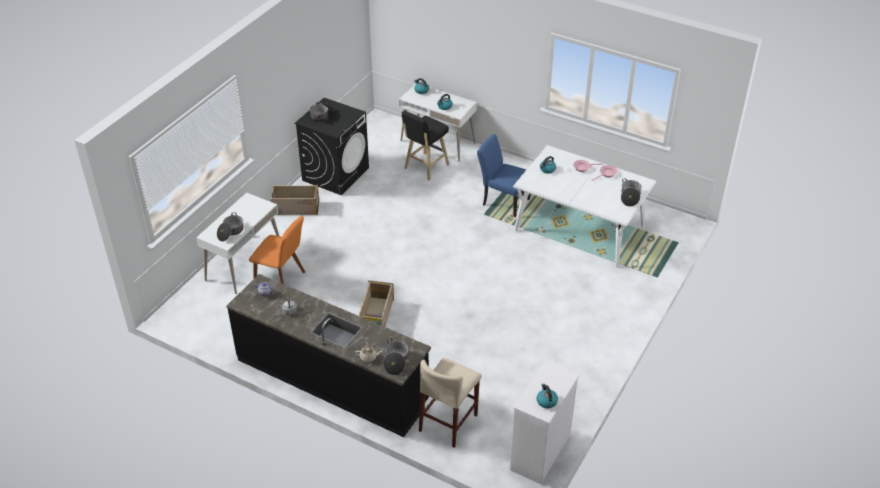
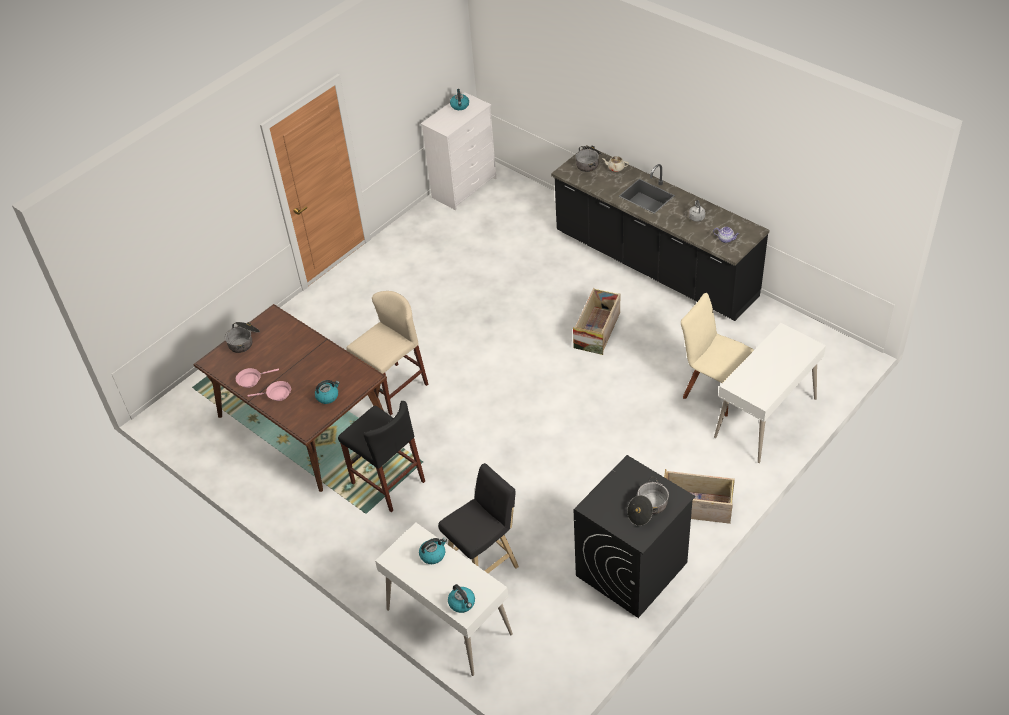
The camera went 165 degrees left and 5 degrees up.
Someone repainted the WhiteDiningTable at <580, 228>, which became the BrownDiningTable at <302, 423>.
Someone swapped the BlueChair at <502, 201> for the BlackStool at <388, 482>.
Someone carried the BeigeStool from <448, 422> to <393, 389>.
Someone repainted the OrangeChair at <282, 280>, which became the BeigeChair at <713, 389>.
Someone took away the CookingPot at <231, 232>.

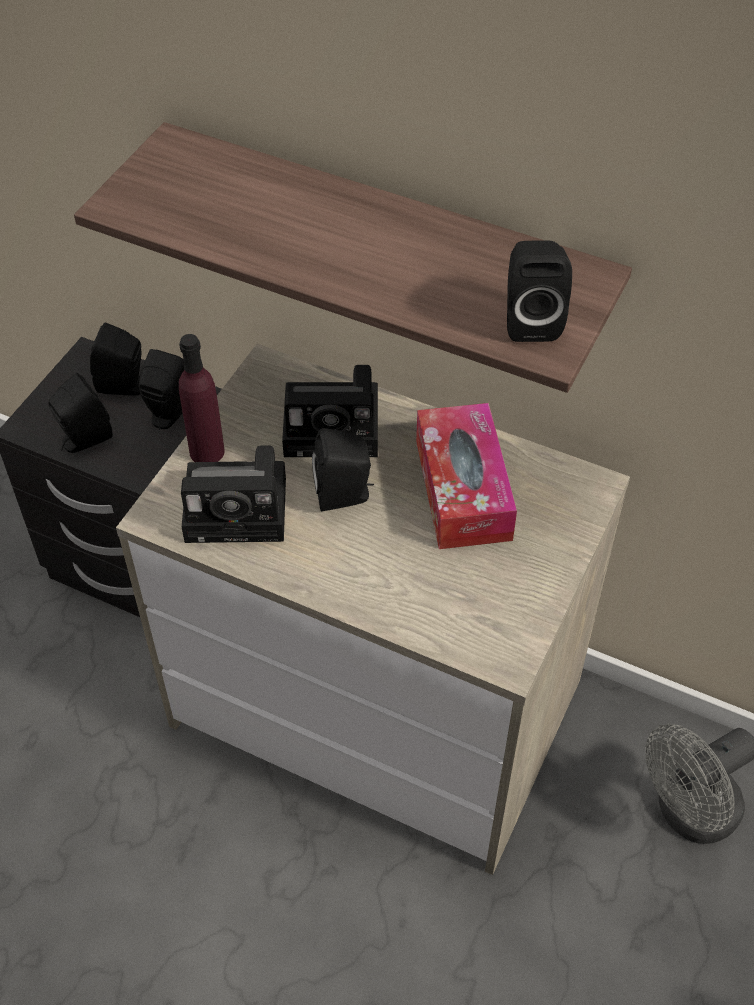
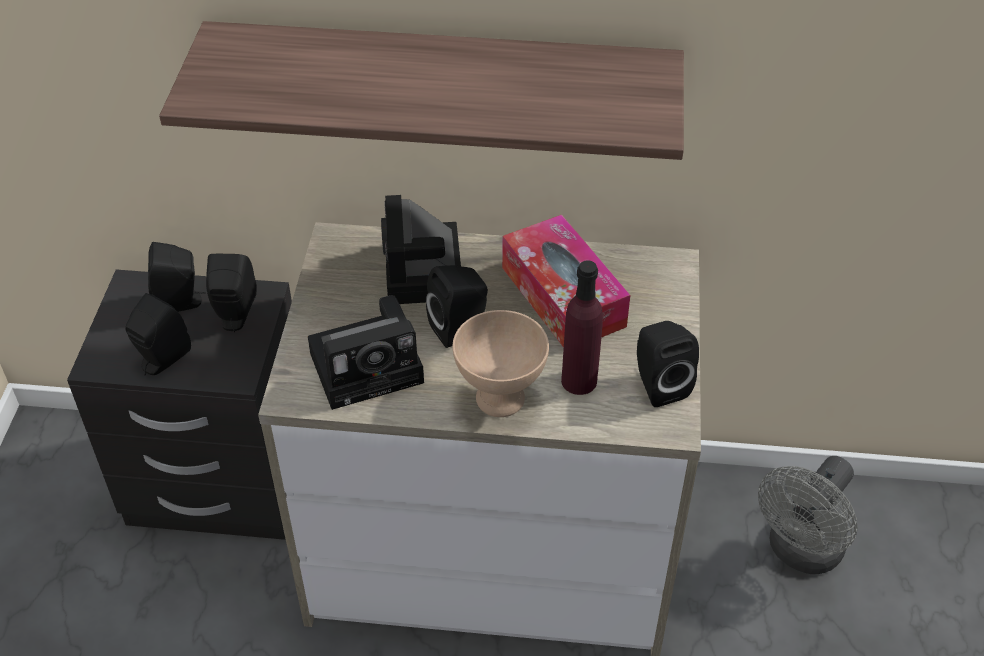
The camera went 20 degrees left and 5 degrees down.
Someone rotated the PhotoCamera at <336, 427> by 105 degrees clockwise.
Someone put down the BeigeBowl at <502, 398>.
Someone carried the PurpleBottle from <207, 451> to <579, 381>.
Someone carried the BlackSpeaker from <530, 320> to <658, 385>.

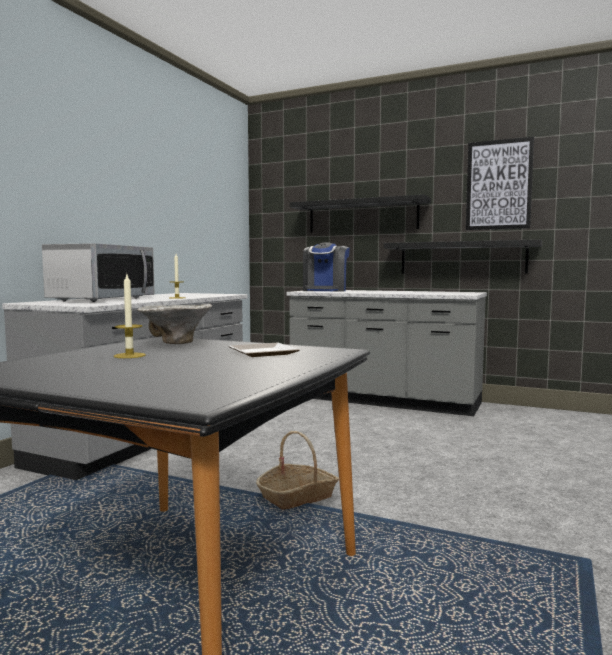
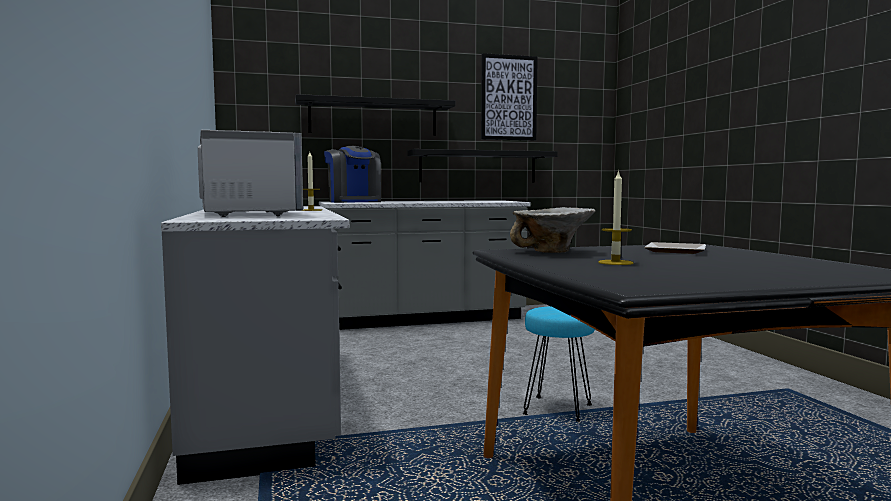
The camera went 40 degrees left and 0 degrees up.
Someone swapped the Basket at <297, 496> for the TurquoiseStool at <558, 409>.

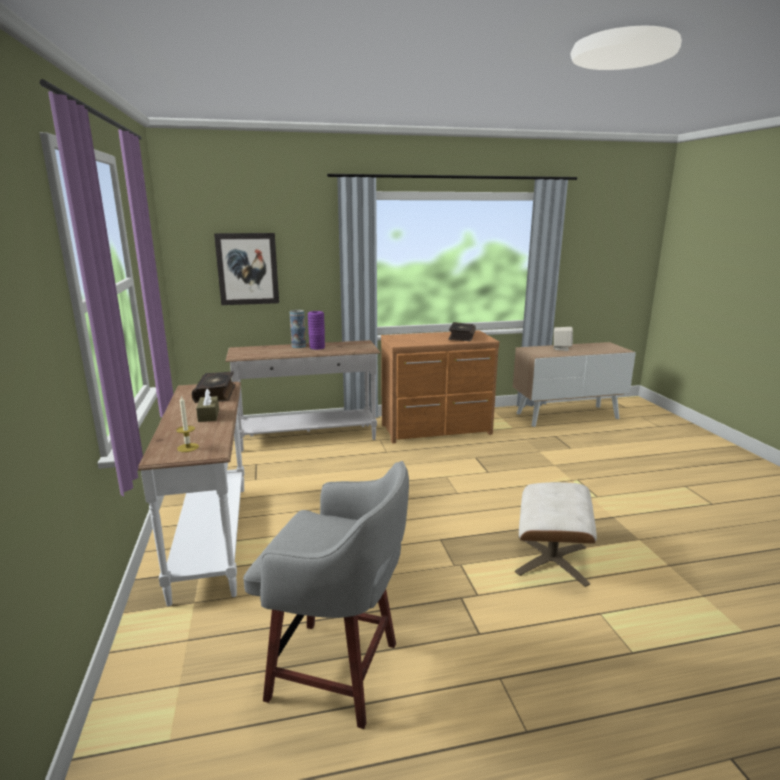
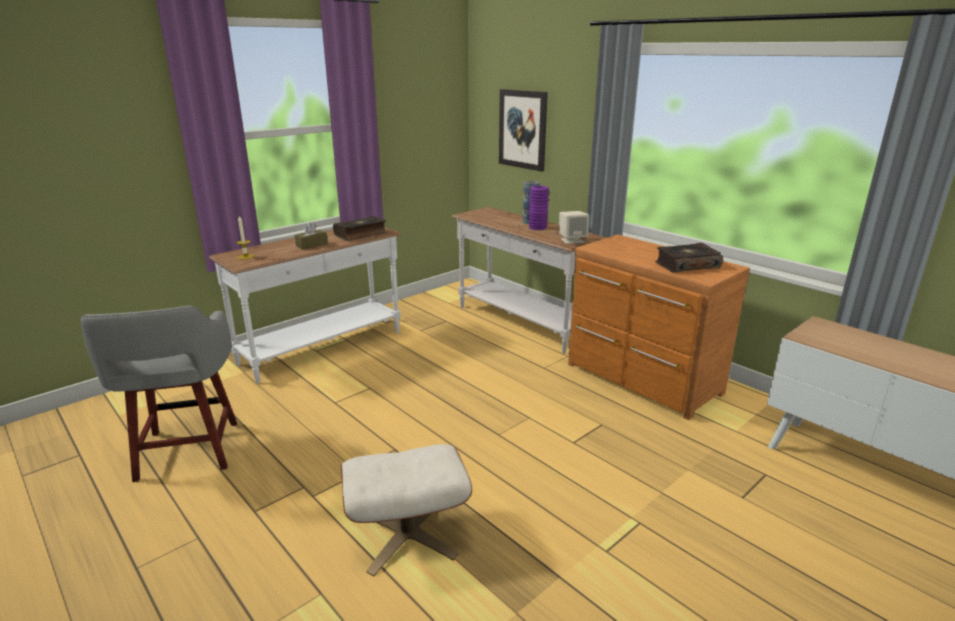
The camera went 60 degrees right and 5 degrees up.
Someone carried the BeigeSpeaker from <561, 348> to <572, 240>.

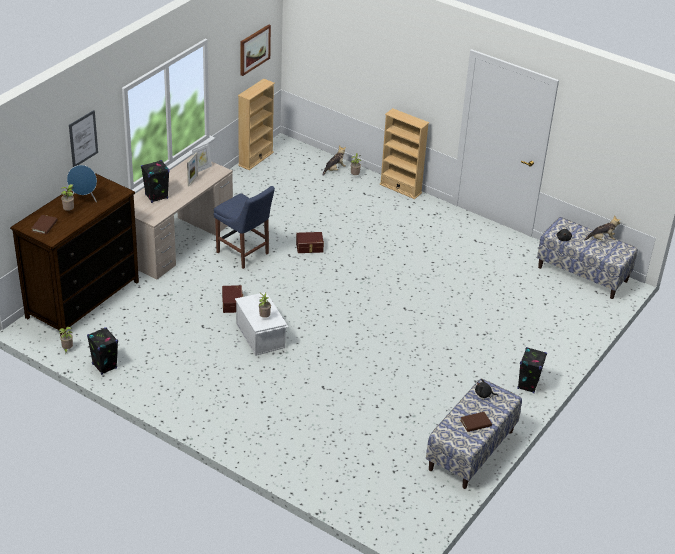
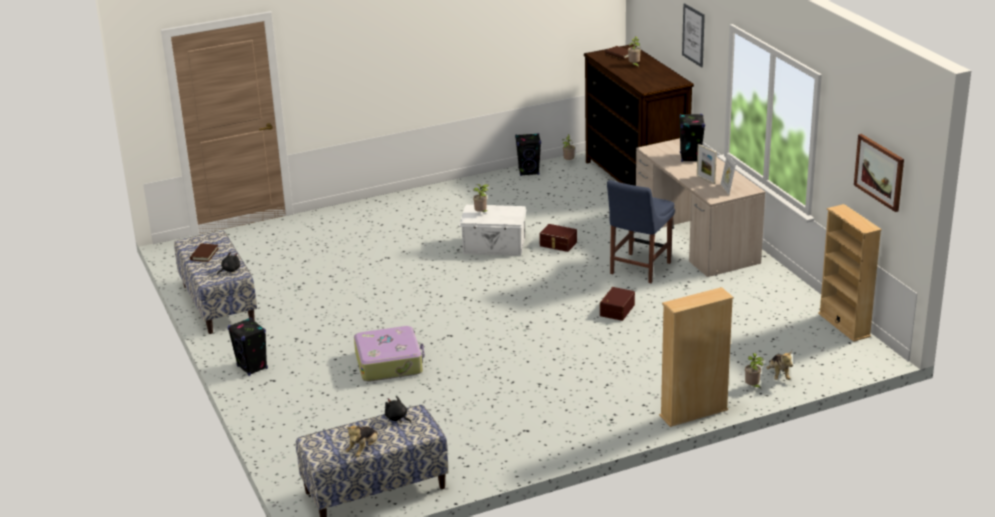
The camera went 125 degrees right and 10 degrees down.
Someone put down the Suitcase at <389, 362>.
Someone rotated the BlueChair at <244, 254> by 45 degrees counterclockwise.
Someone took away the BlueSpeaker at <84, 199>.

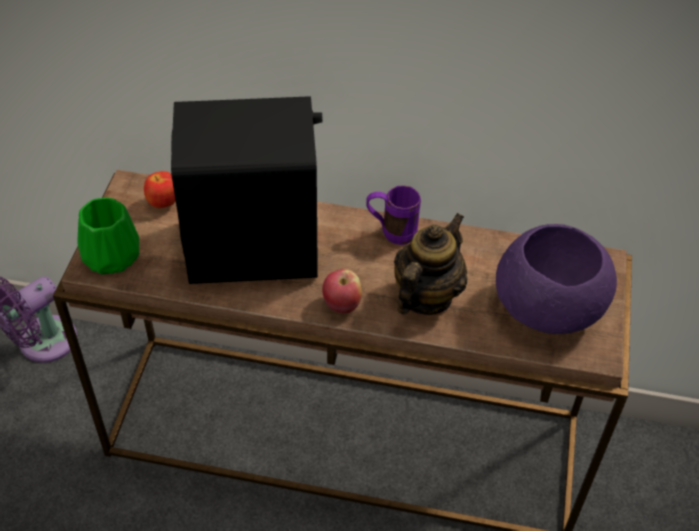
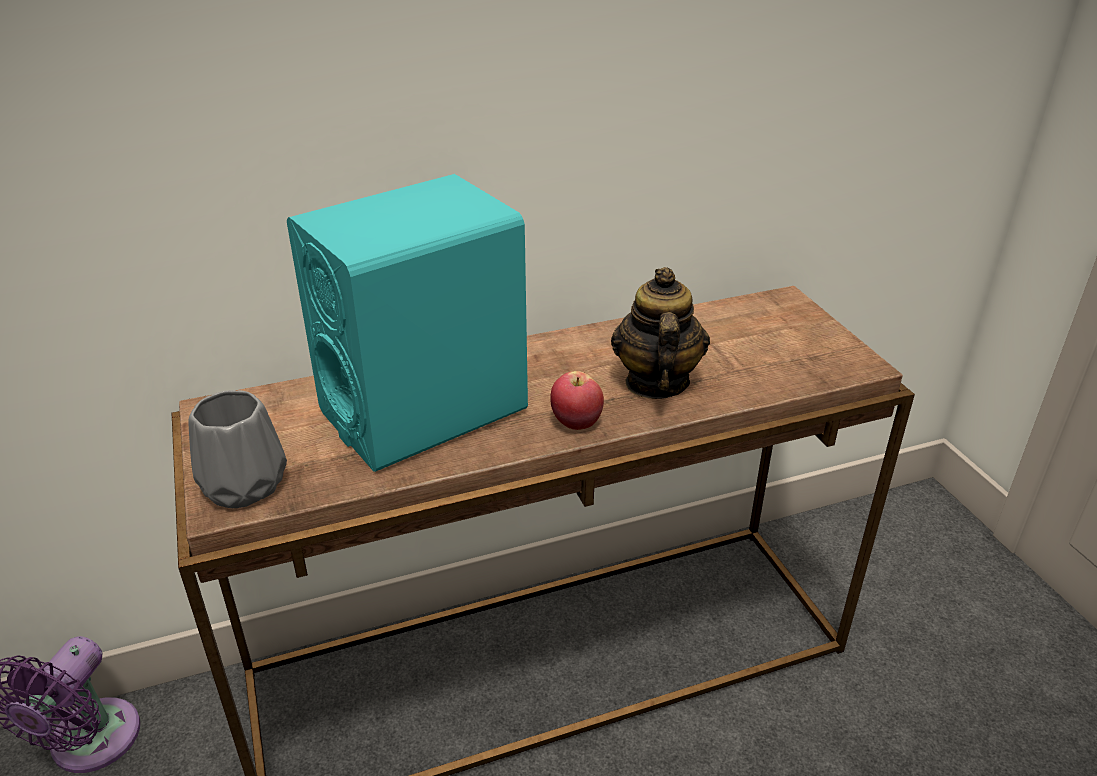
The camera went 30 degrees left and 15 degrees down.
Someone repainted the GreenVase at <112, 258>, which became the GreyVase at <245, 486>.
Someone repainted the BlackSpeaker at <254, 247>, which became the TurquoiseSpeaker at <424, 410>.
Someone took away the Apple at <163, 203>.
Someone took away the PurpleMug at <391, 232>.
Someone took away the PurpleBowl at <546, 308>.

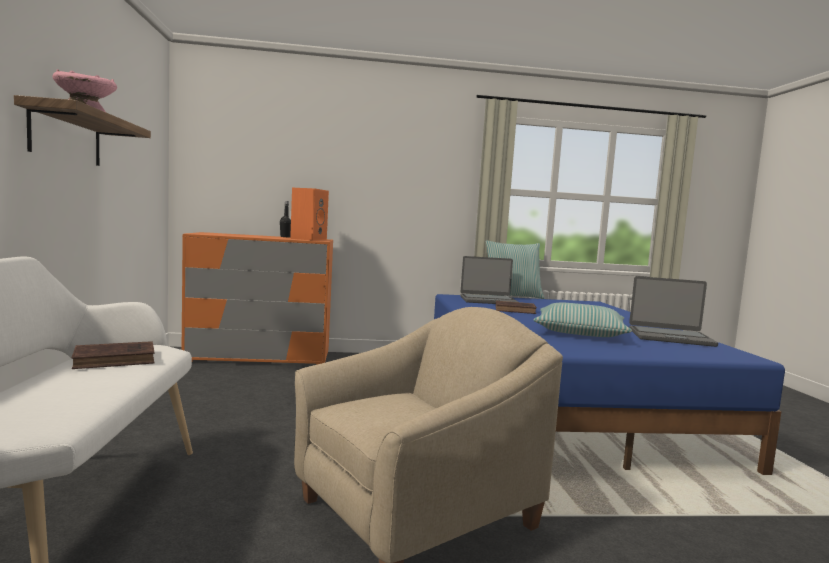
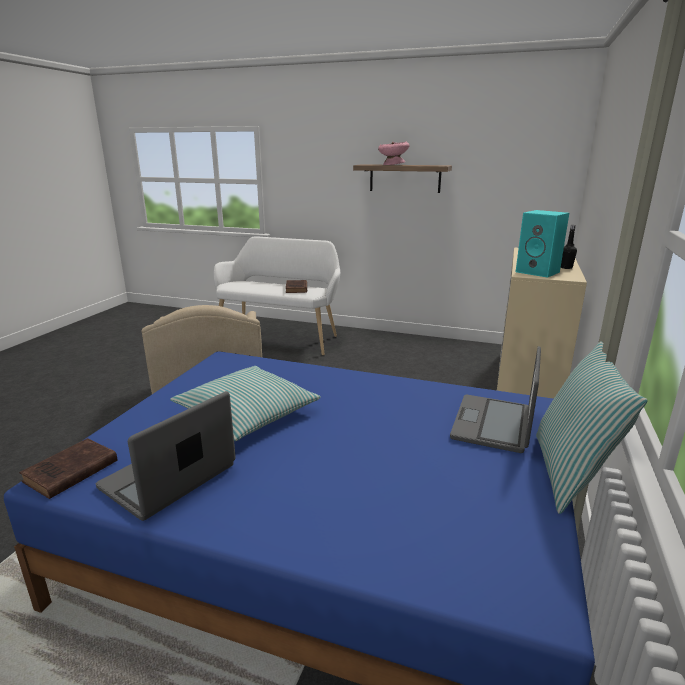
The camera went 115 degrees right and 15 degrees up.
Someone carried the BrownBook from <516, 310> to <69, 473>.
Someone repainted the OrangeDresser at <259, 357>, which became the BeigeDresser at <527, 382>.
Someone repainted the OrangeSpeaker at <308, 239>, which became the TurquoiseSpeaker at <538, 272>.

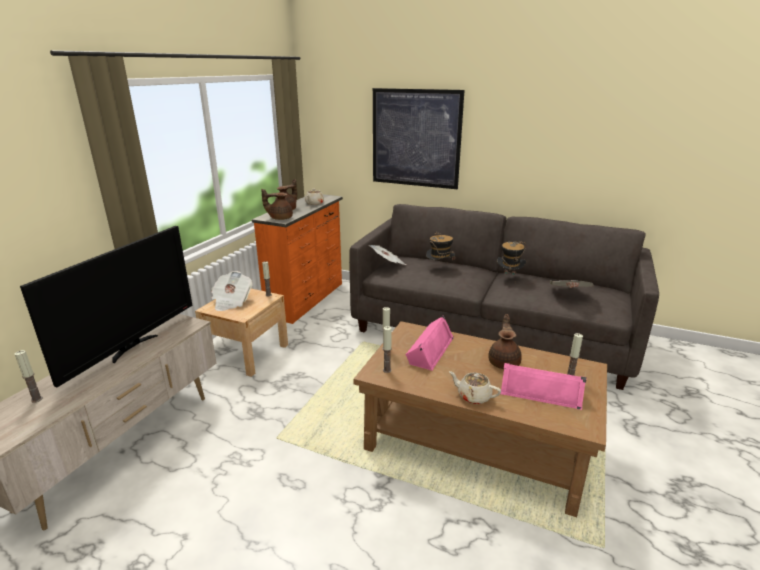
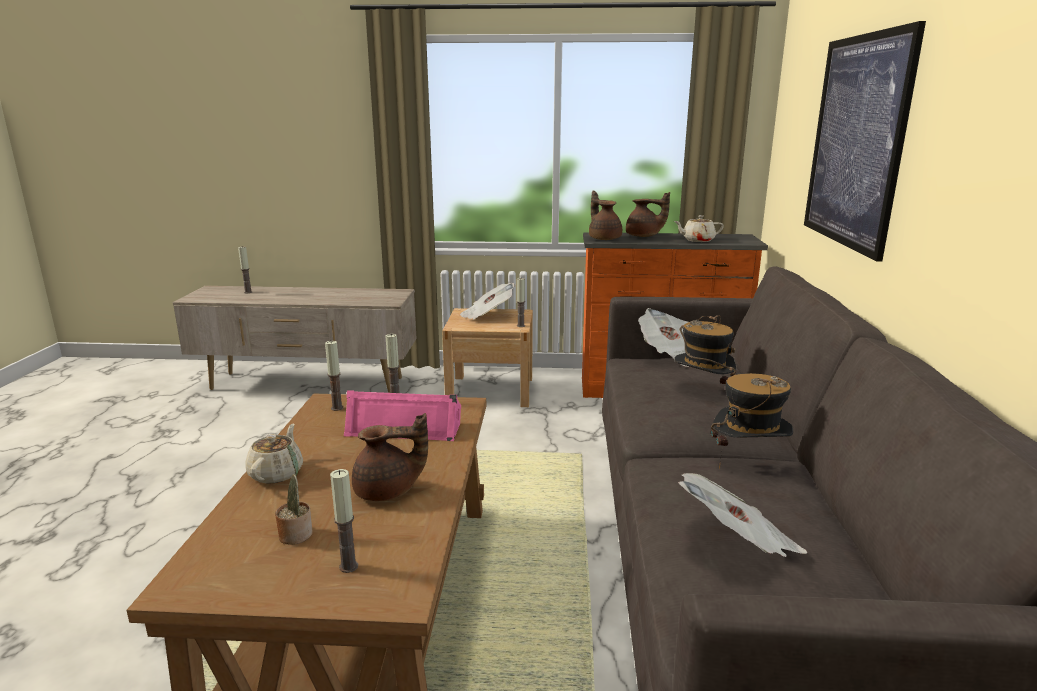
The camera went 70 degrees right and 5 degrees down.
Someone swapped the PinkSpeaker at <540, 391> for the PottedPlant at <296, 533>.
Someone took away the Television at <132, 347>.

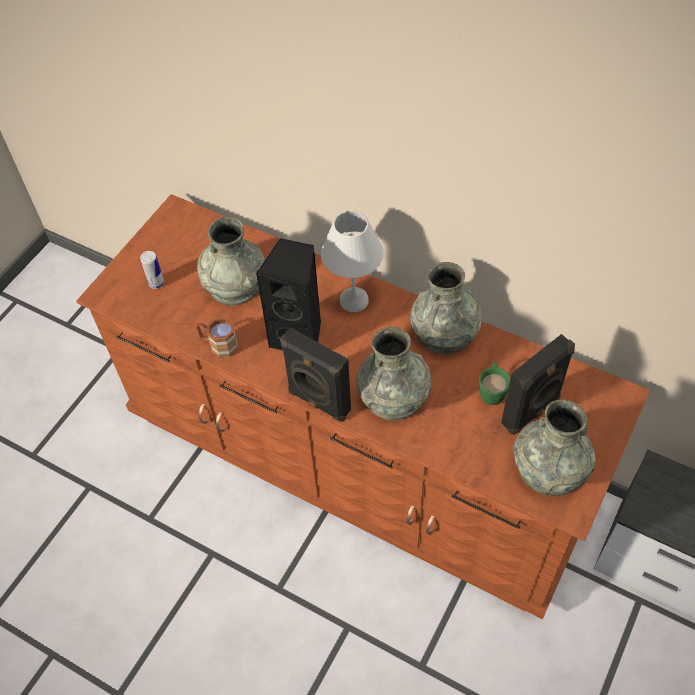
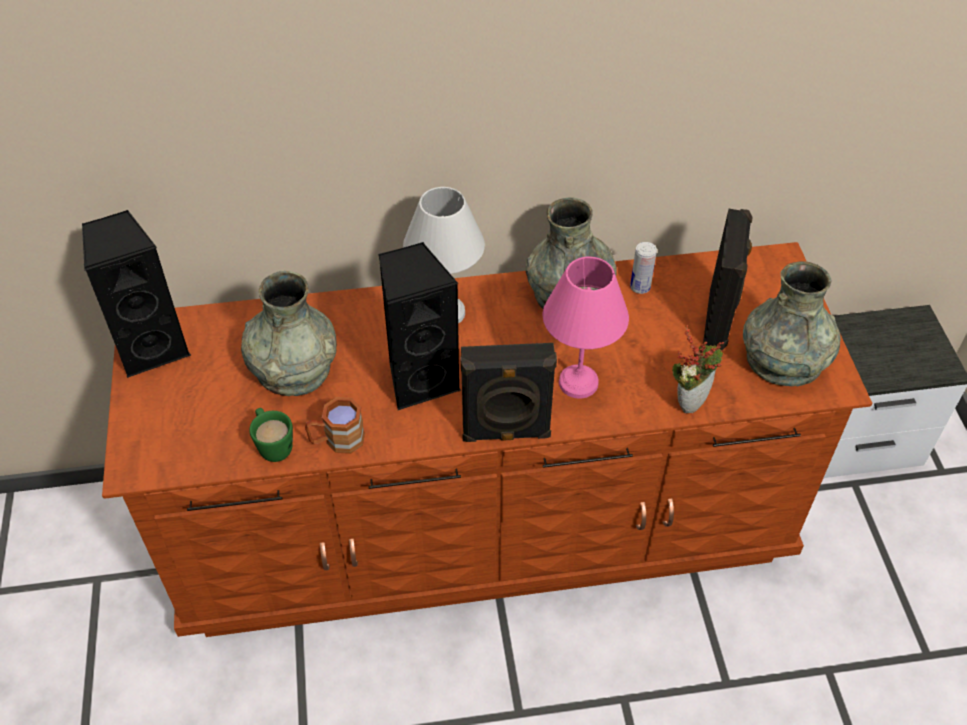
The camera went 40 degrees left and 5 degrees down.
Someone put down the BlackSpeaker at <153, 347>.
Someone carried the GreenMug from <492, 391> to <273, 445>.
Someone swapped the GreyVase at <394, 396> for the PinkTableLamp at <578, 381>.
Someone carried the Can from <156, 283> to <640, 287>.
Someone put down the PottedPlant at <690, 399>.

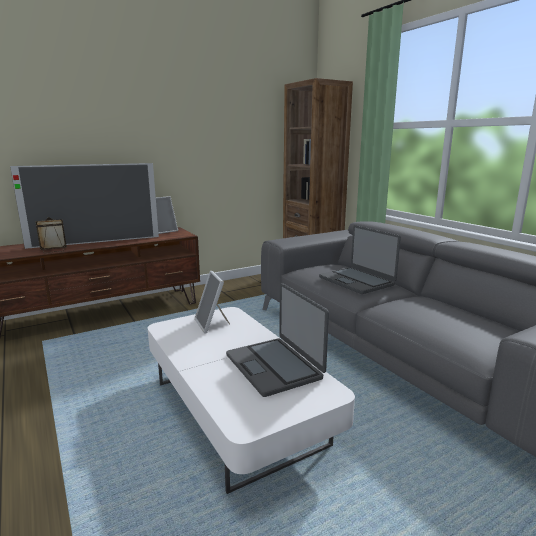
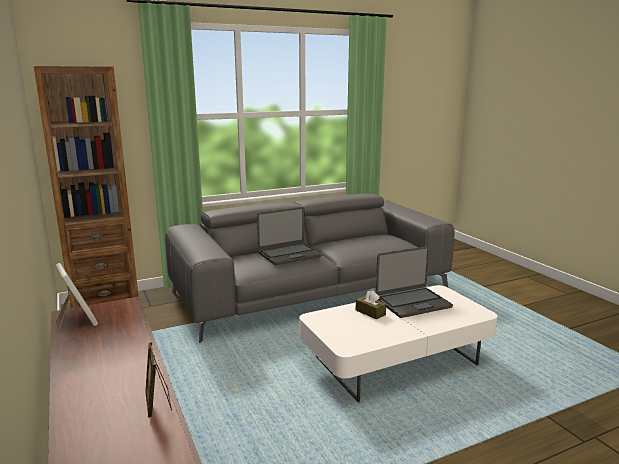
The camera went 85 degrees left and 0 degrees up.
Someone put down the BrownTissueBox at <370, 312>.
Someone took away the Television at <95, 242>.
Someone took away the PictureFrame at <212, 324>.

